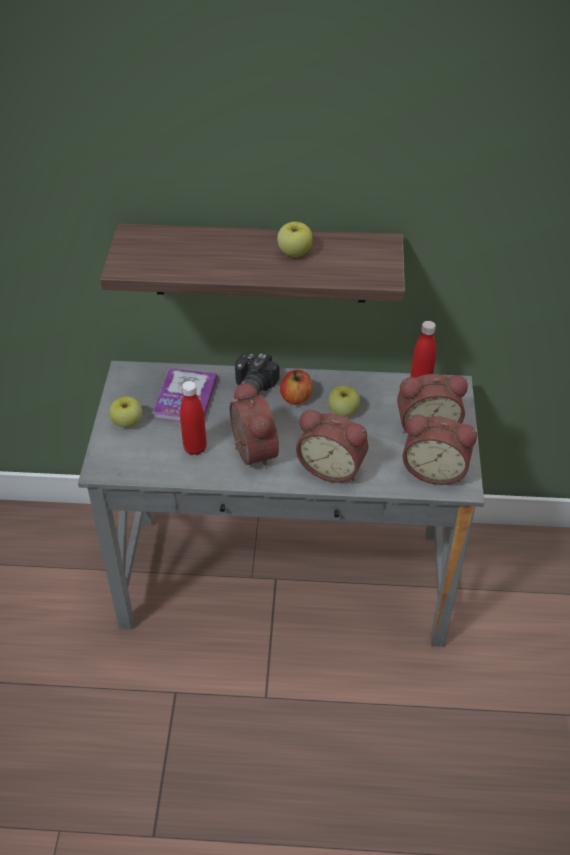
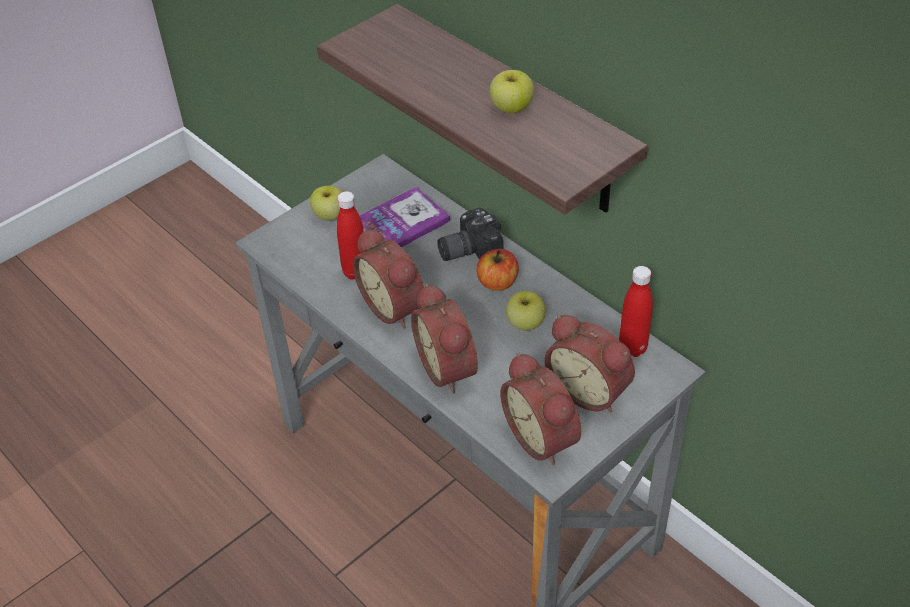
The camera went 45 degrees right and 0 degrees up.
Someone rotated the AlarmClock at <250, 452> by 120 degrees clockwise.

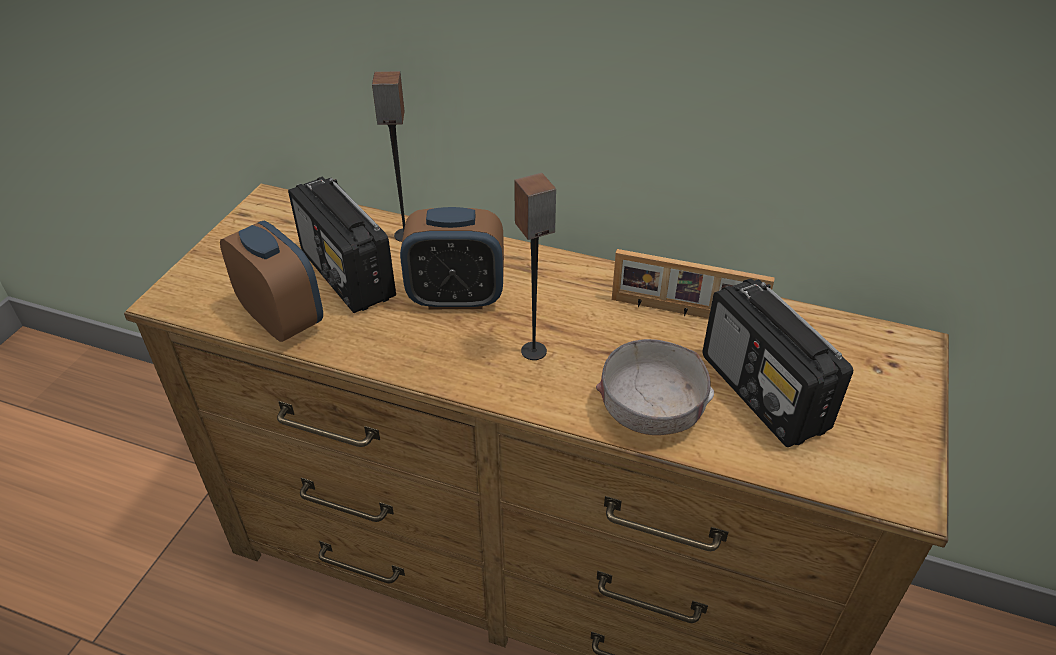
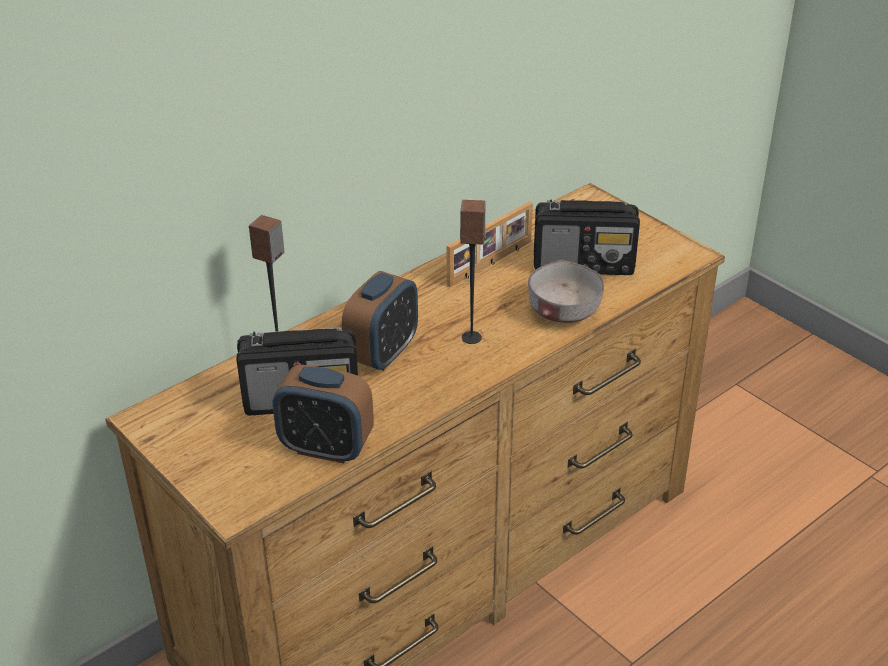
The camera went 60 degrees left and 5 degrees down.
Someone rotated the AlarmClock at <282, 319> by 150 degrees counterclockwise.

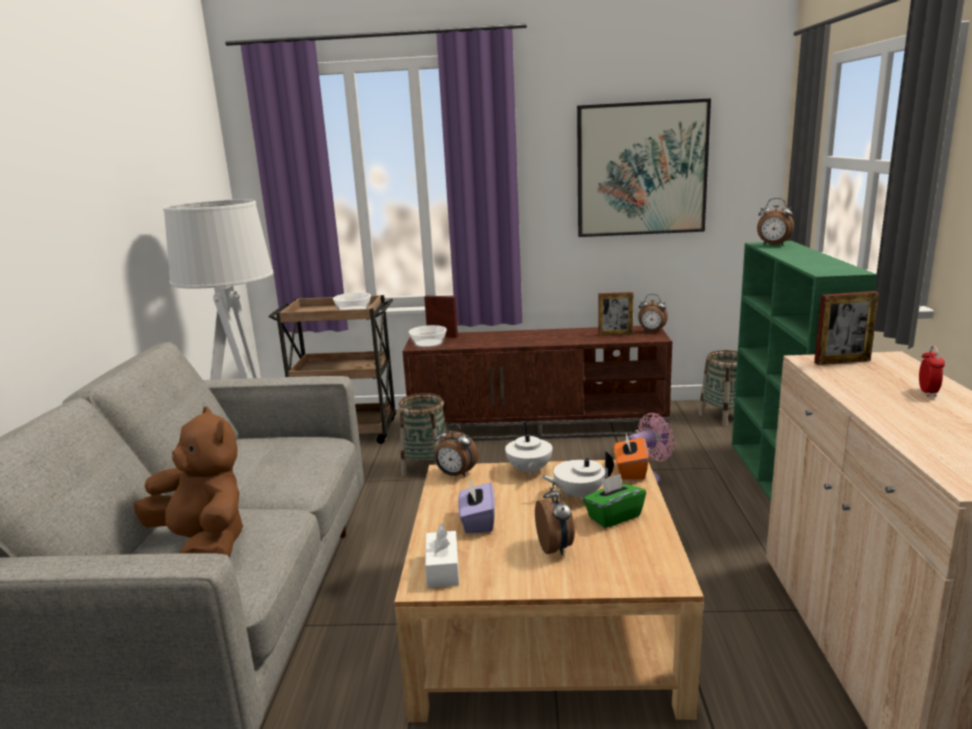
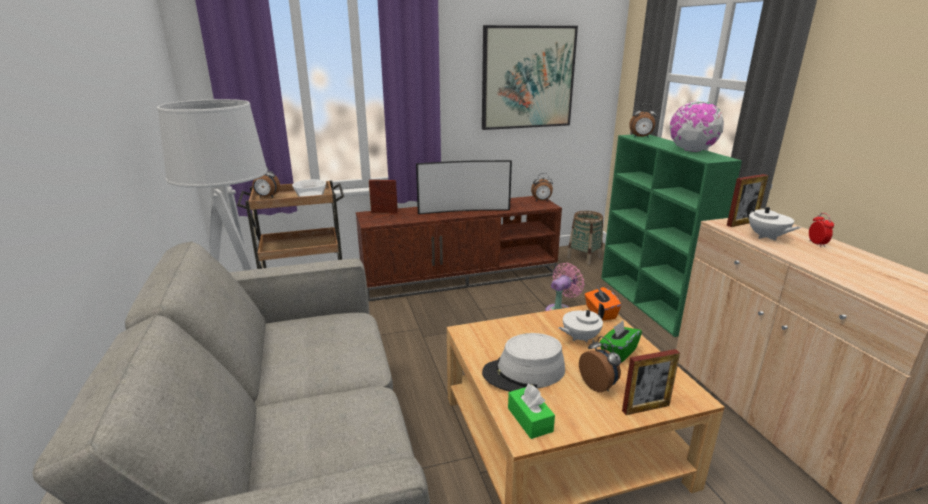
The camera went 20 degrees left and 5 degrees up.
Someone carried the AlarmClock from <455, 475> to <267, 197>.
Someone put down the Television at <463, 211>.
Someone swapped the PurpleTissueBox at <477, 522> for the GreyHat at <524, 372>.
Someone repainted the WhiteTissueBox at <442, 569>, which became the GreenTissueBox at <530, 419>.
Someone carried the PictureFrame from <615, 334> to <645, 408>.
Someone put down the Globe at <691, 151>.
Someone carried the WhiteTeapot from <529, 470> to <766, 237>.
Someone took away the BrownPlushToy at <204, 546>.
Someone took away the Basket at <426, 467>.
Someone took away the Bowl at <429, 343>.

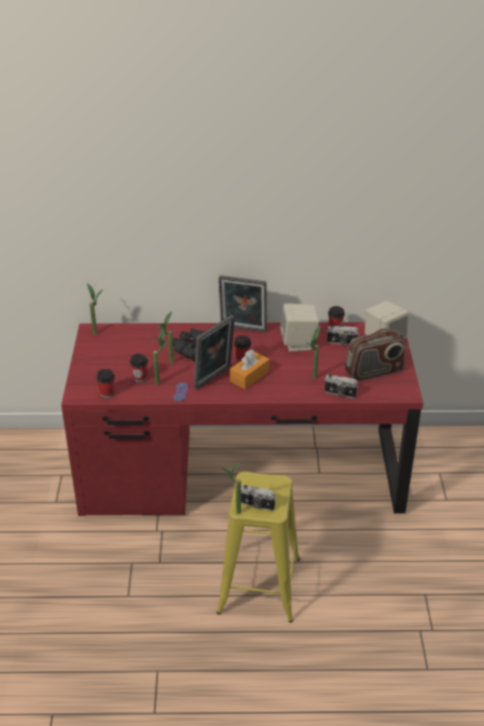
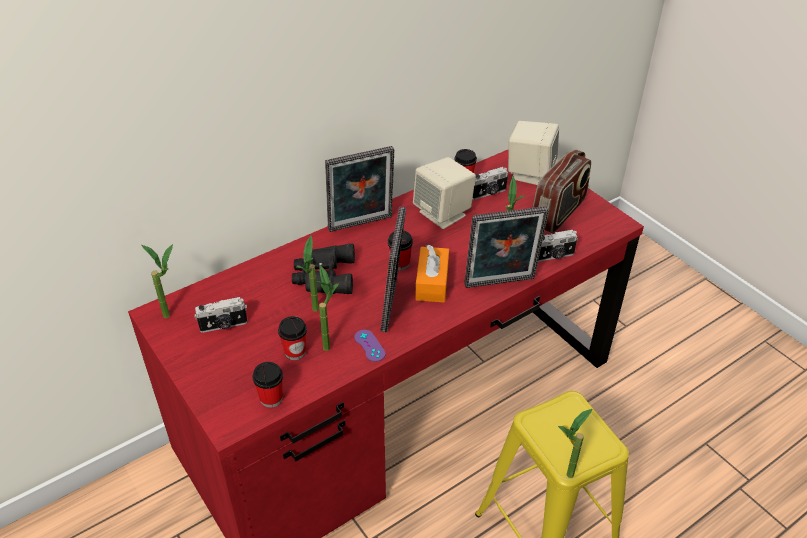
The camera went 35 degrees left and 5 degrees up.
Someone carried the PhotoCamera from <257, 505> to <223, 325>.
Someone put down the PictureFrame at <500, 284>.

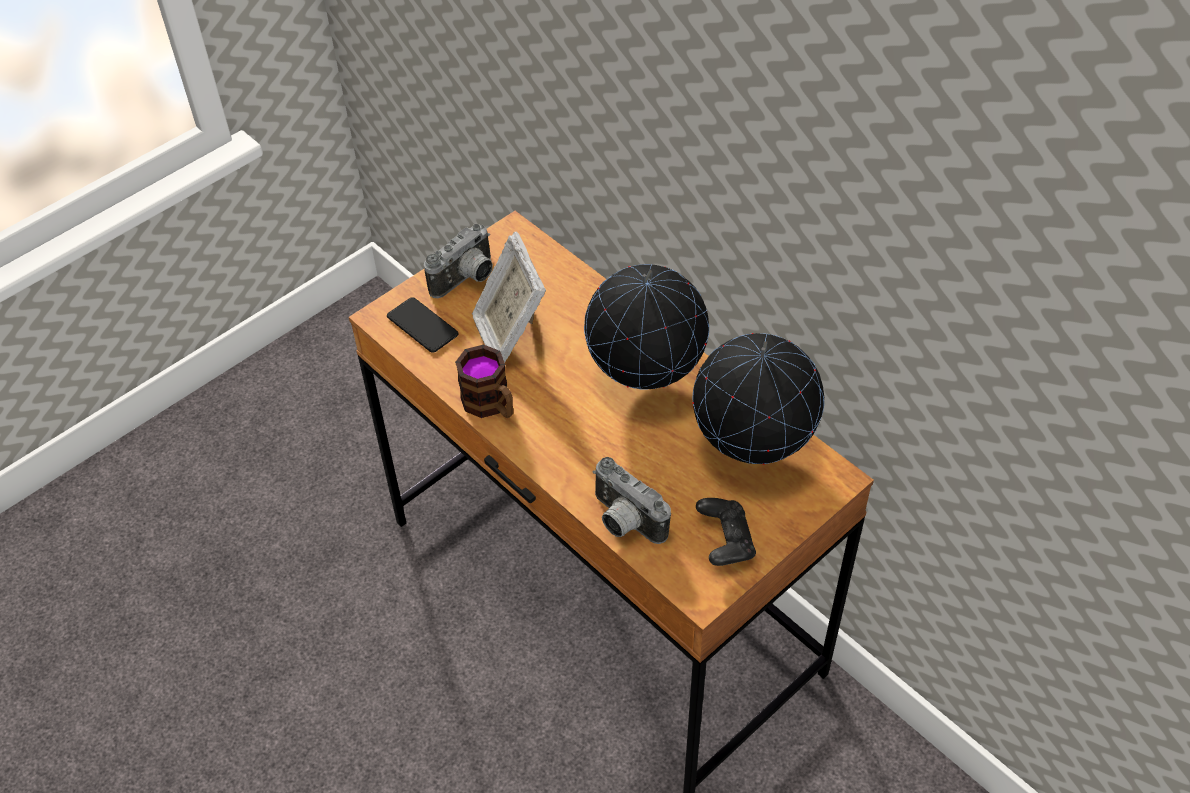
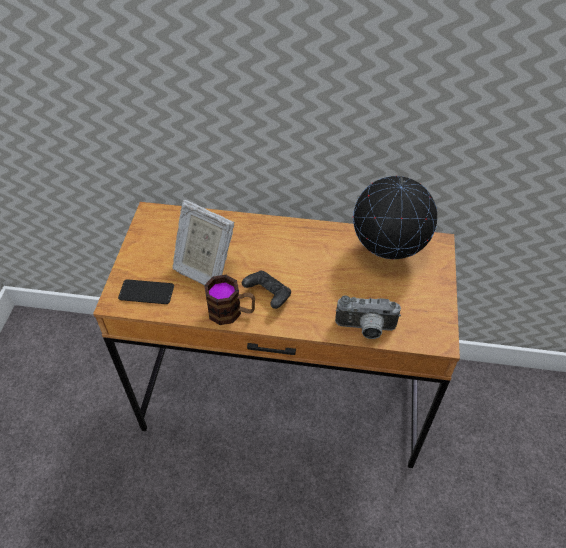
The camera went 40 degrees left and 0 degrees up.
Someone carried the BlackGameController from <725, 541> to <268, 295>.
Someone took away the PhotoCamera at <467, 280>.
Someone took away the Globe at <645, 378>.

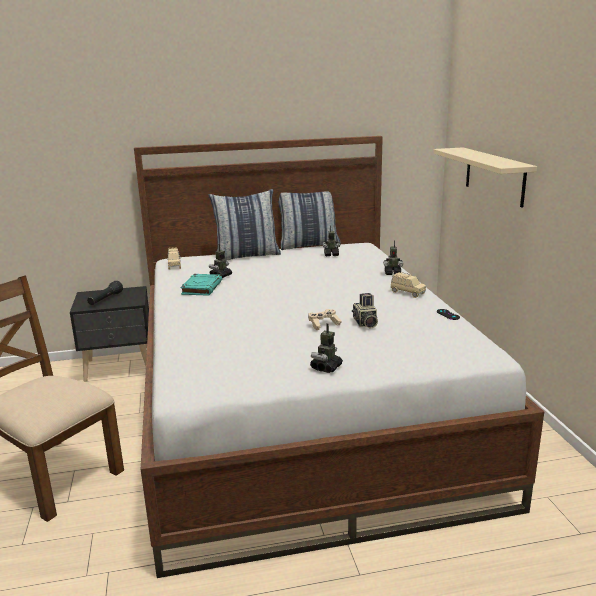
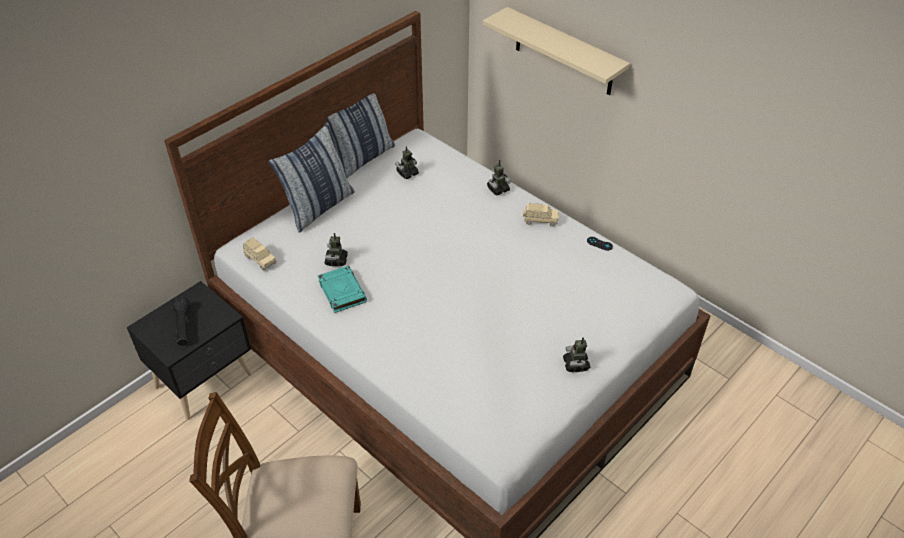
The camera went 35 degrees left and 25 degrees up.
Someone took away the BeigeGameController at <323, 324>.
Someone took away the PhotoCamera at <365, 323>.

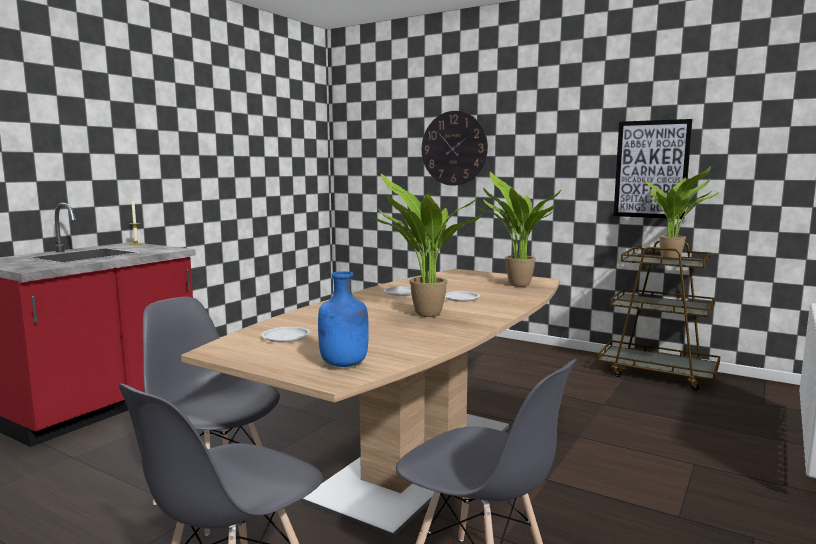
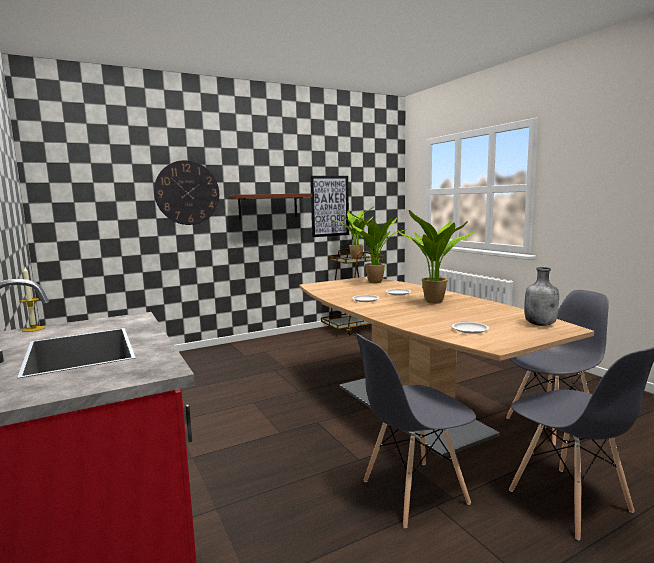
The camera went 60 degrees left and 0 degrees up.
Someone put up the BrownShelf at <268, 206>.
Someone repainted the BlueBottle at <344, 364>, which became the GreyBottle at <540, 324>.

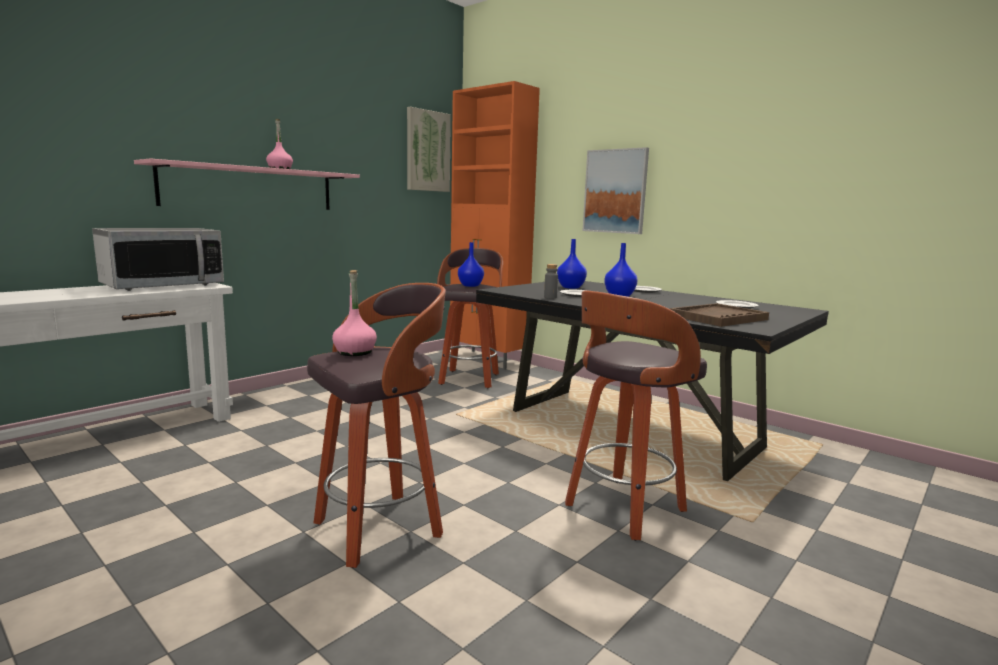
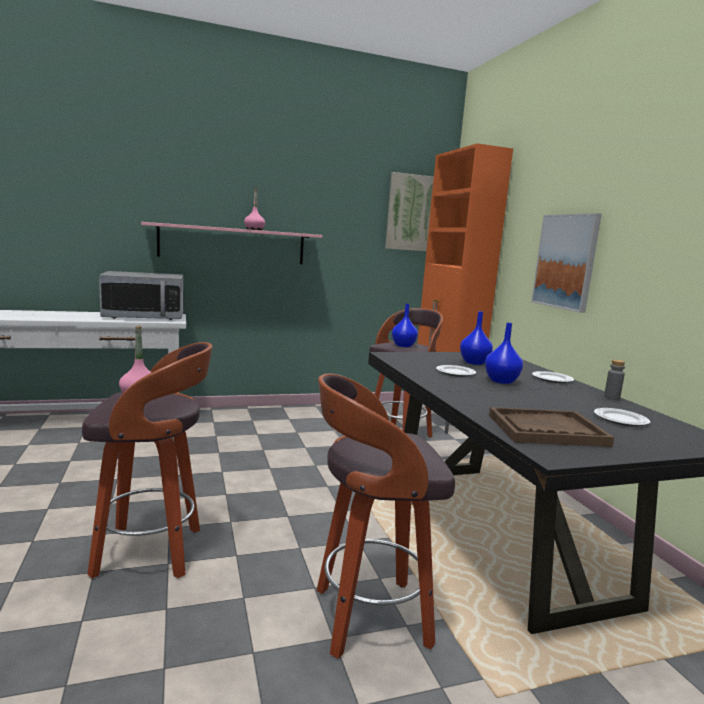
The camera went 30 degrees right and 0 degrees up.
Someone carried the GreyBottle from <550, 297> to <611, 397>.

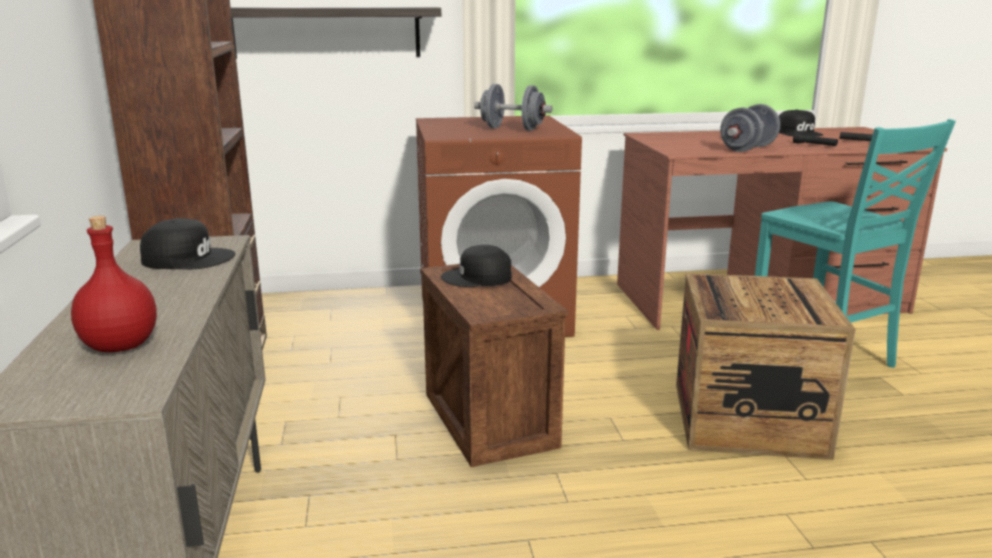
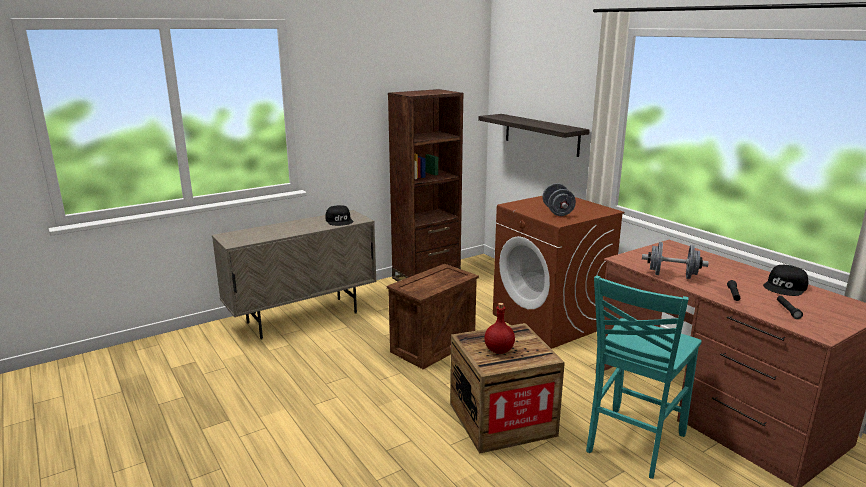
The camera went 65 degrees right and 0 degrees up.
Someone carried the RedBottle from <119, 346> to <498, 350>.
Someone took away the BlackCap at <478, 278>.

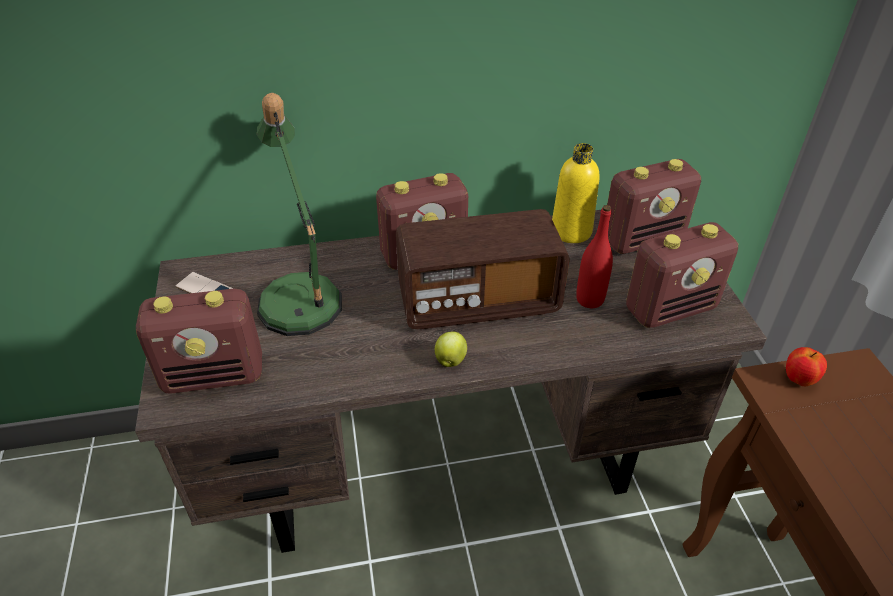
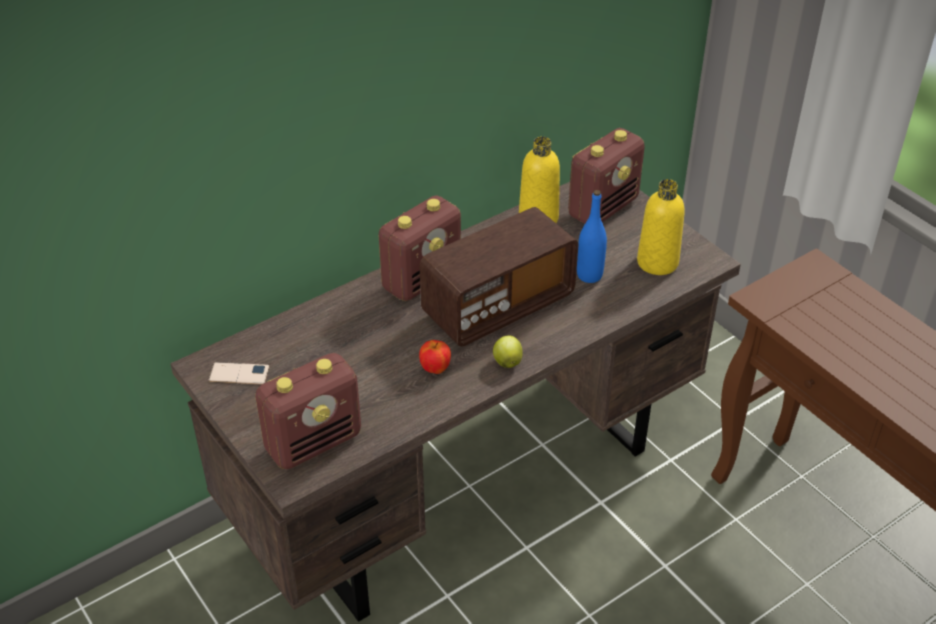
The camera went 25 degrees left and 0 degrees up.
Someone carried the Apple from <798, 380> to <435, 369>.
Someone repainted the RedBottle at <589, 299>, which became the BlueBottle at <589, 275>.
Someone swapped the Radio at <671, 308> for the YellowBottle at <657, 262>.
Someone took away the TableLamp at <300, 295>.

